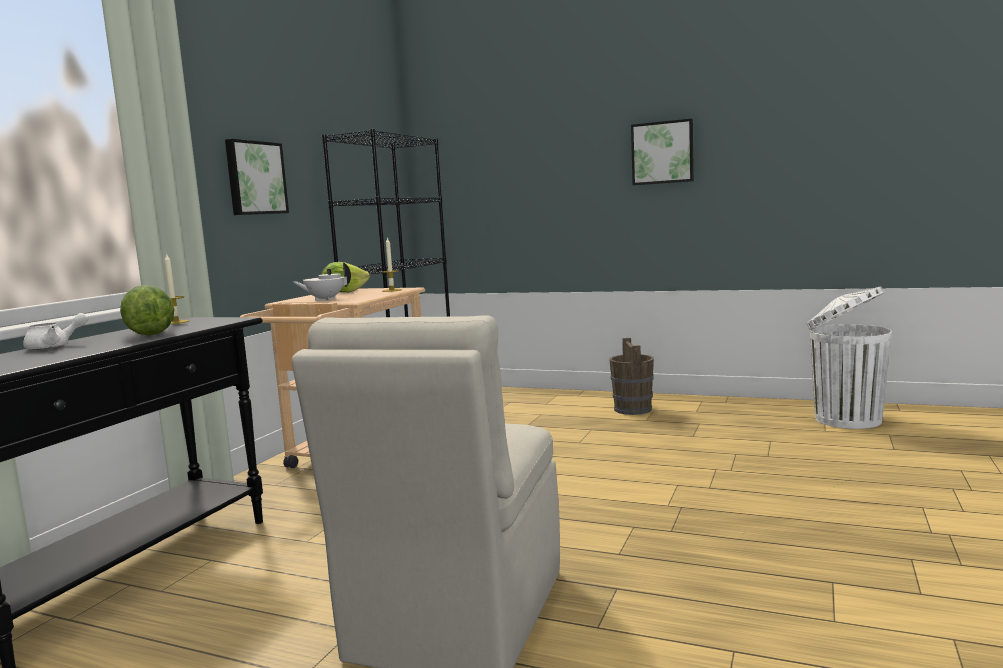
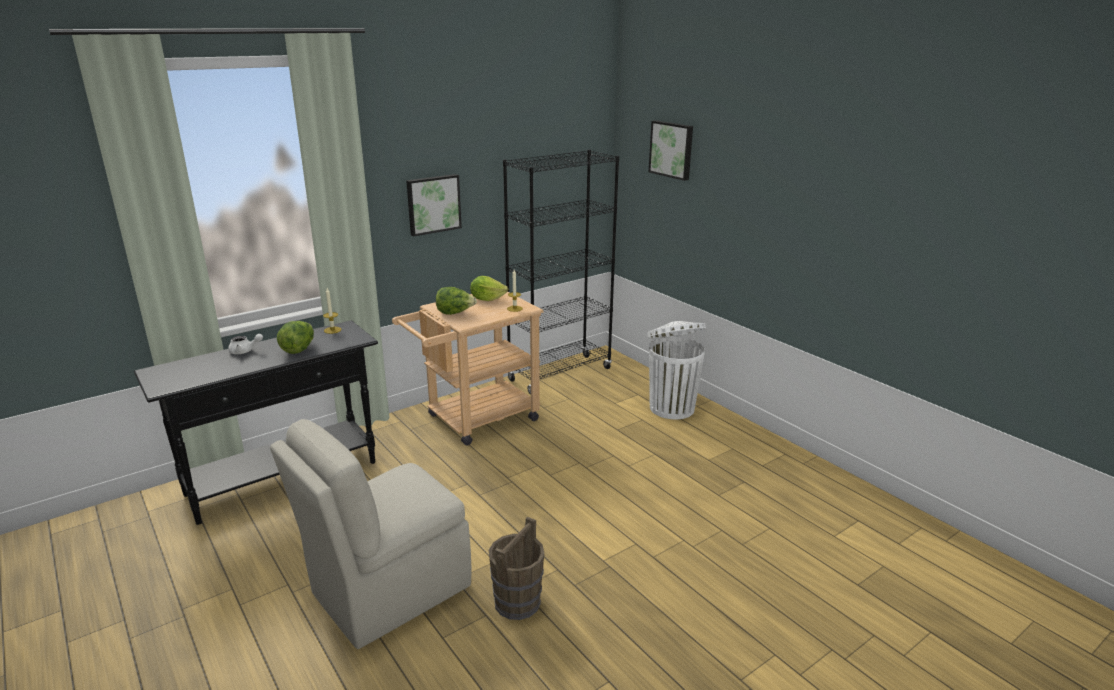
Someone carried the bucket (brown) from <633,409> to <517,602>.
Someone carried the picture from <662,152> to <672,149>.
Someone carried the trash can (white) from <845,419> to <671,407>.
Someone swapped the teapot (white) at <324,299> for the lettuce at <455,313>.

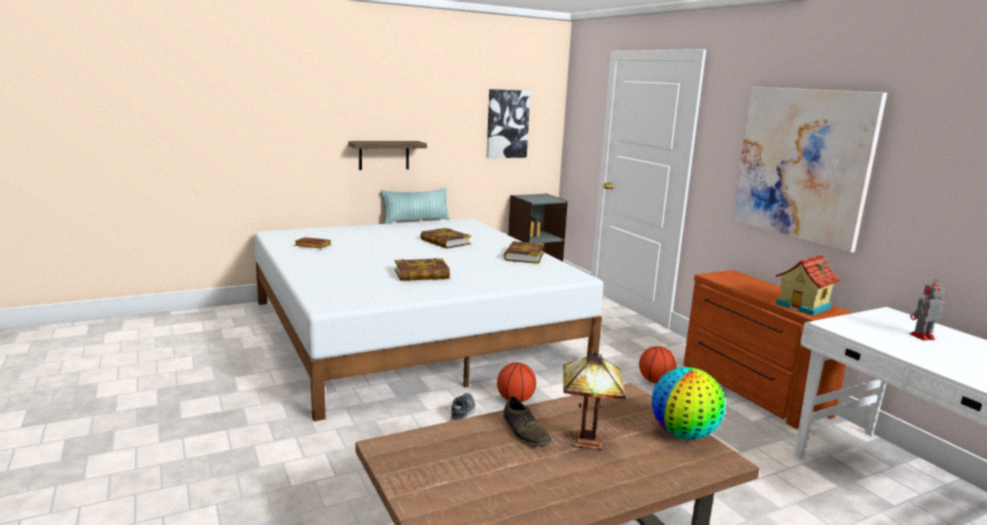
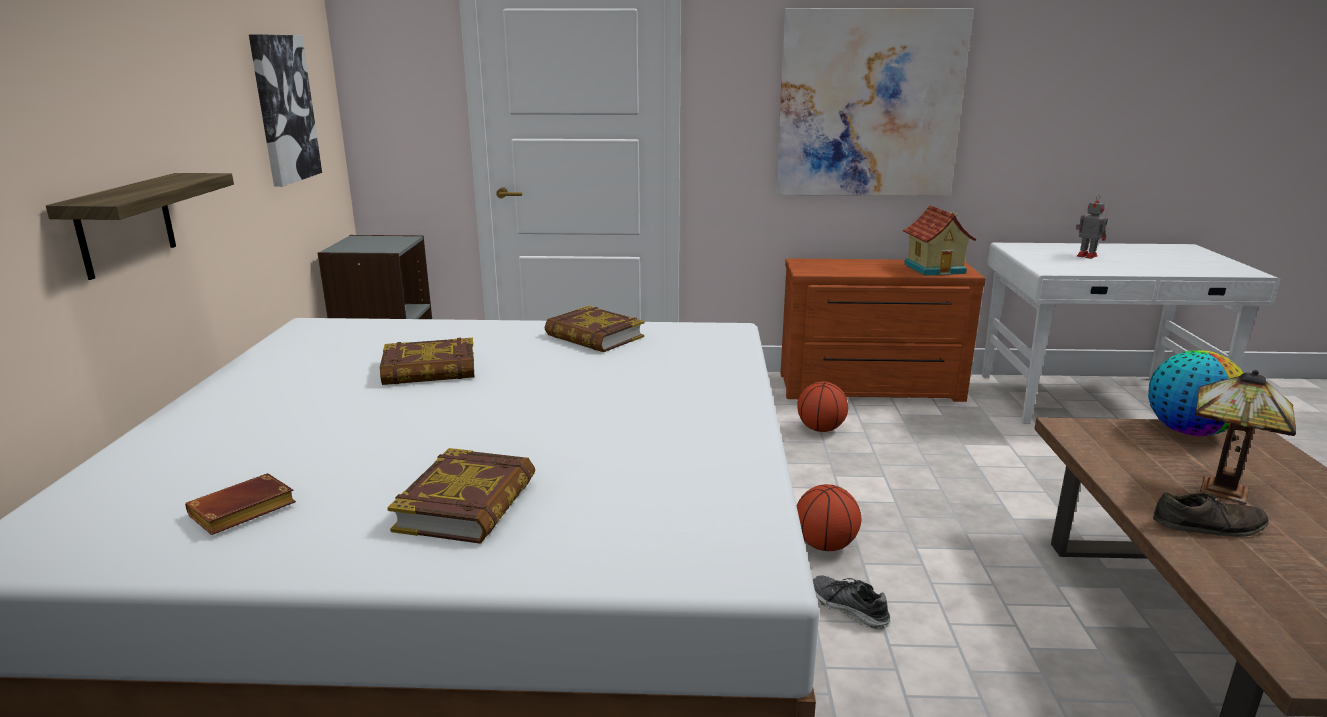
Someone took away the pillow at <416,220>.
Someone carried the book from <421,274> to <467,505>.
Someone rotated the toy robot at <921,336> by 120 degrees clockwise.

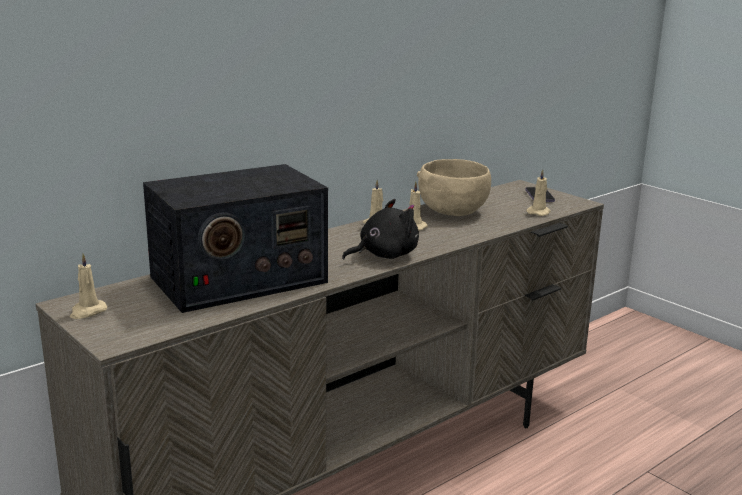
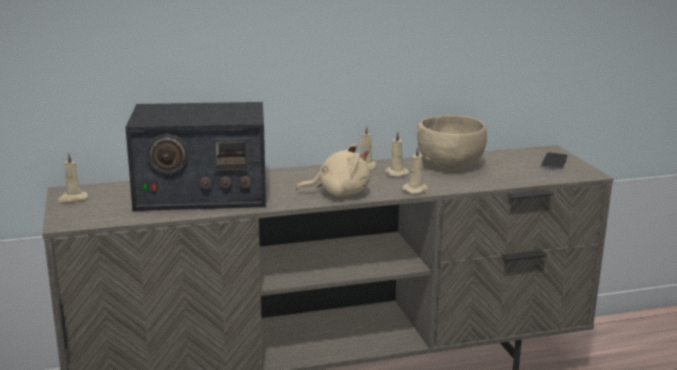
Someone carried the candle (beige) from <538,212> to <416,190>.
Someone repainted the plush toy (black) at <384,255>, which became the plush toy (beige) at <339,193>.

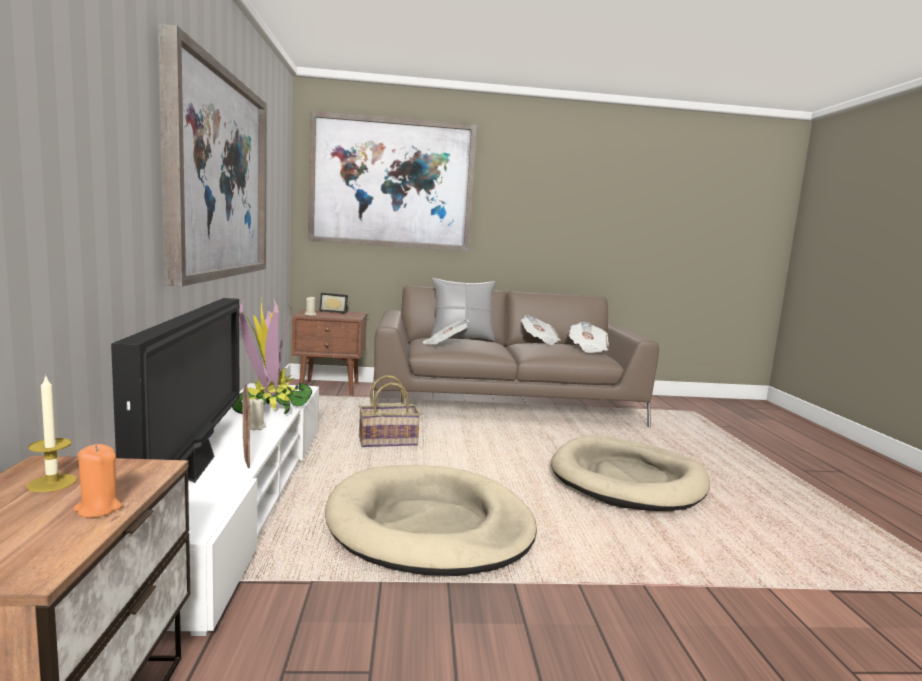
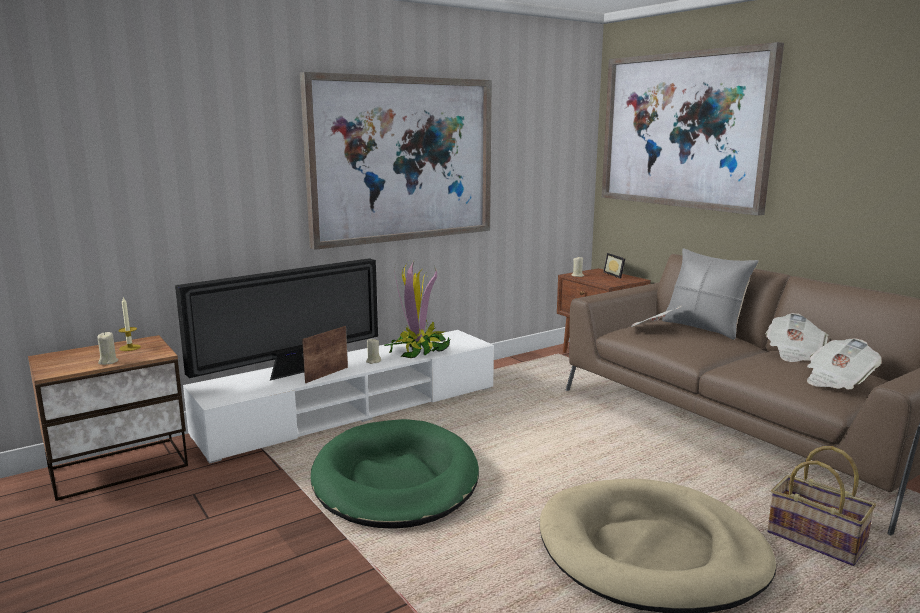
Someone carried the basket from <388,441> to <817,539>.
Someone repainted the candle (orange) at <98,509>, which became the candle (beige) at <108,362>.
Someone repainted the dog bed (beige) at <429,526>, which became the dog bed (green) at <396,480>.

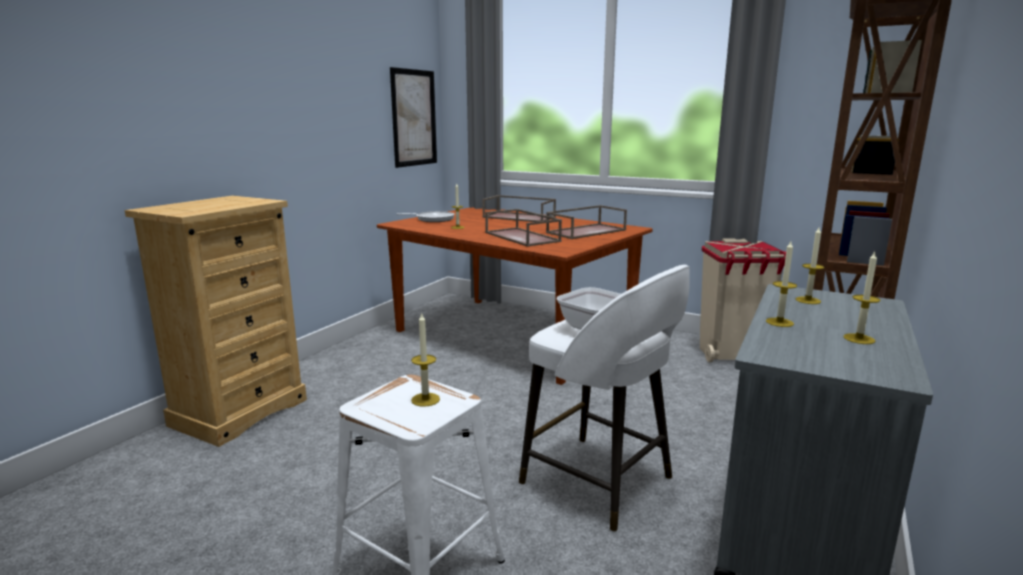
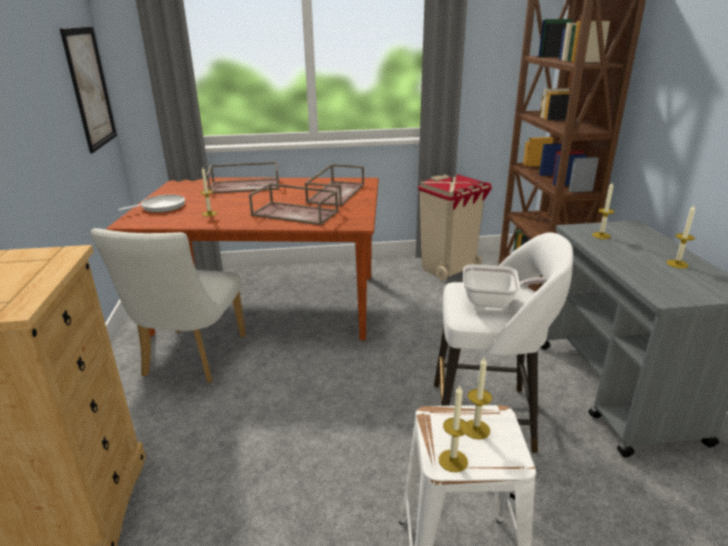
Someone put down the chair (white) at <191,360>.
Someone carried the candle from <779,322> to <453,460>.

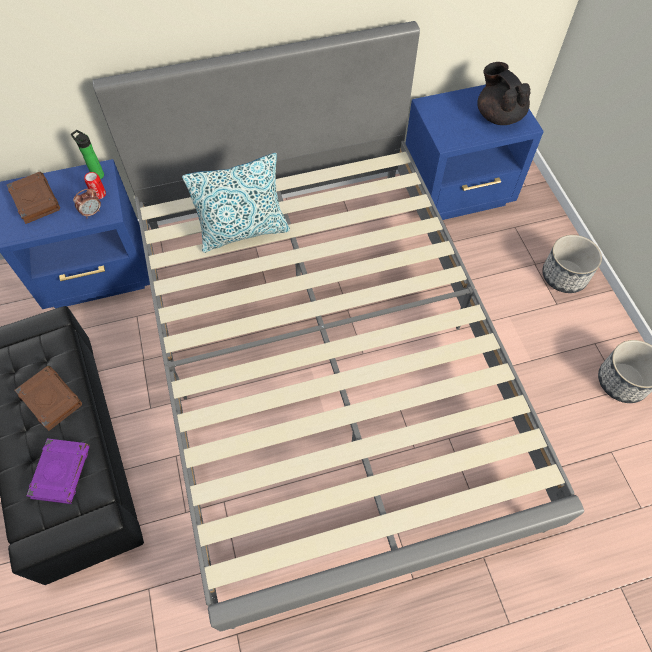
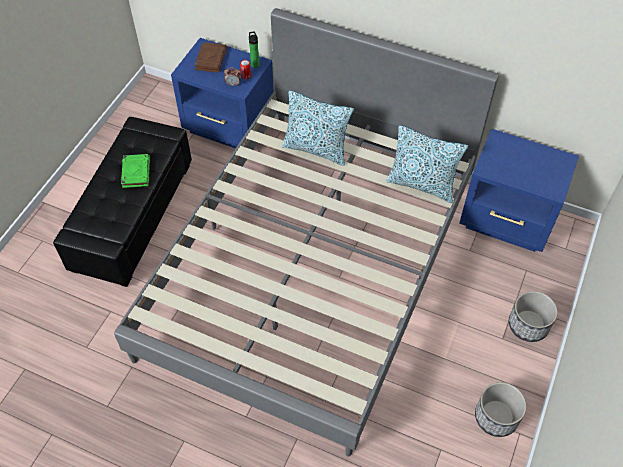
Someone took away the book (purple) at <61,471>.
Someone took away the teapot (black) at <498,115>.
Someone put down the pillow at <421,185>.
Someone repainted the book (brown) at <50,399>, which became the book (green) at <136,172>.

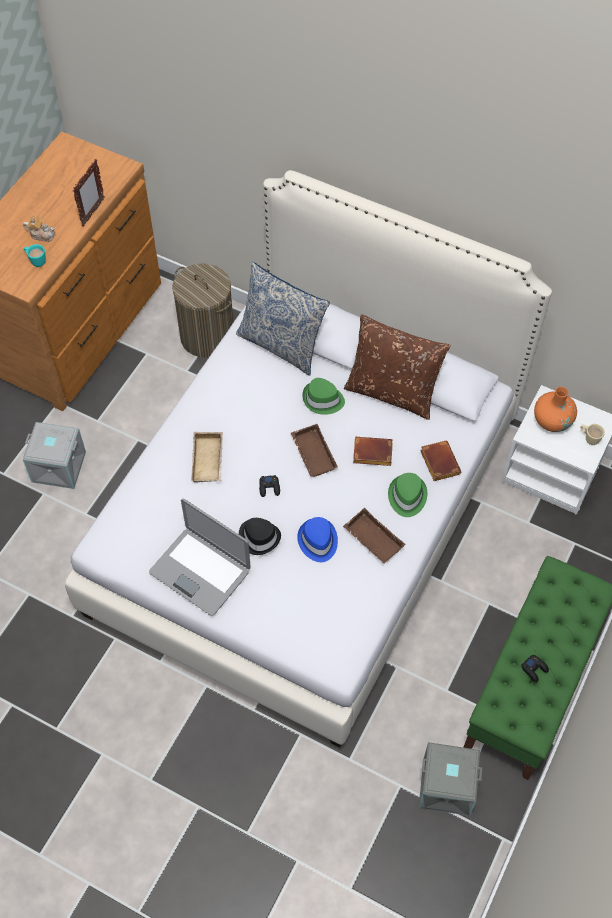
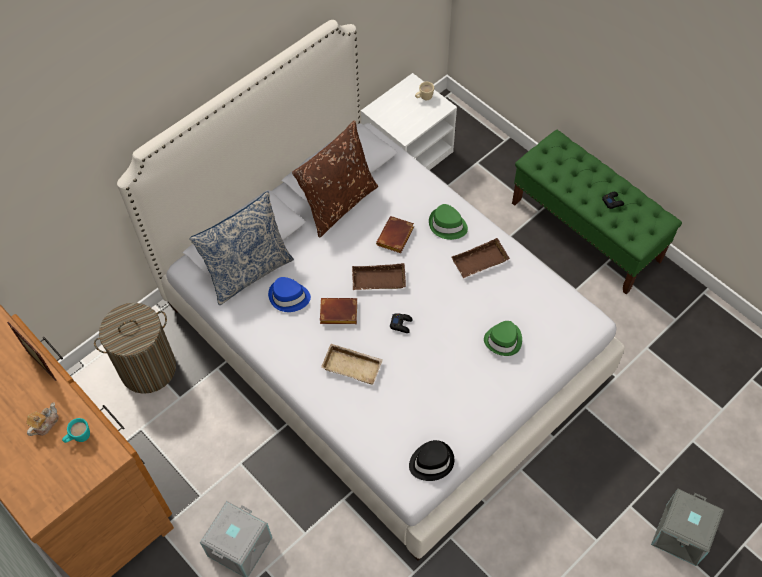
Someone took away the laptop at <200,571>.
Someone took away the vase (orange) at <552,421>.
Someone carried the hat (black) from <259,537> to <431,461>.
Someone carried the hat (blue) from <317,541> to <289,297>.
Someone carried the hat (green) from <323,400> to <504,340>.
Someone carried the storage box (grey) from <445,787> to <682,535>.
Someone carried the book (brown) from <438,462> to <337,314>.

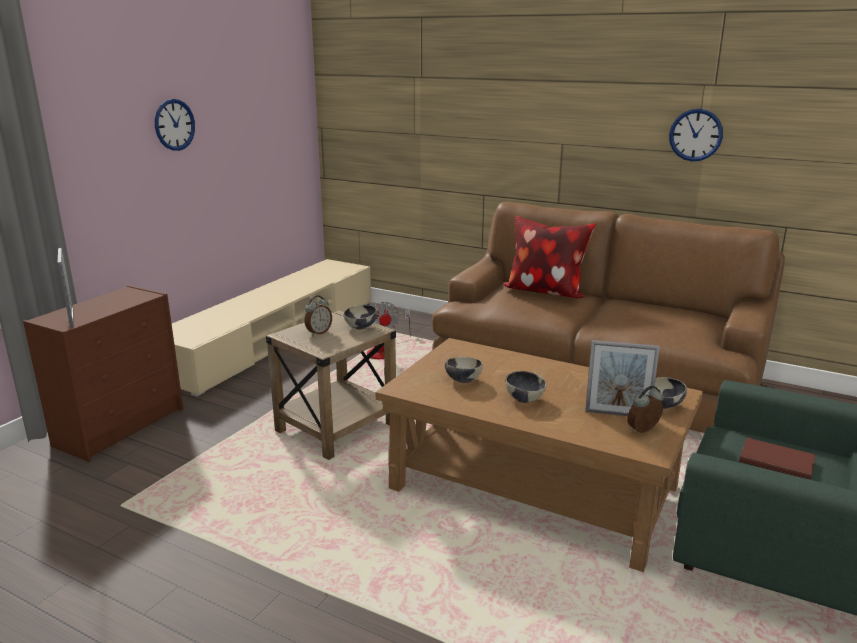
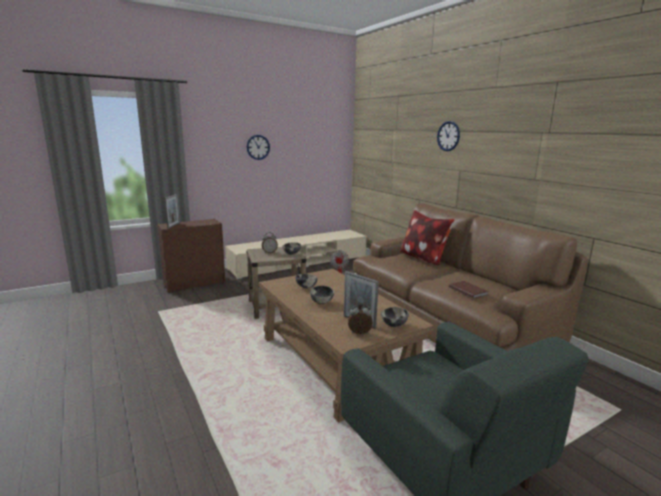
Someone carried the wall clock from <695,135> to <448,136>.
Someone carried the book (brown) from <775,460> to <468,290>.

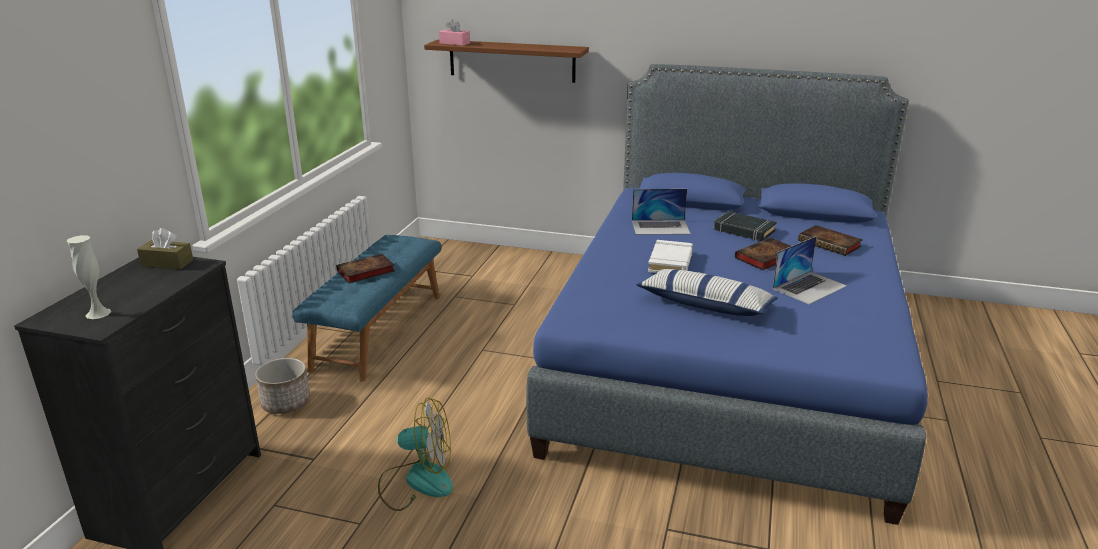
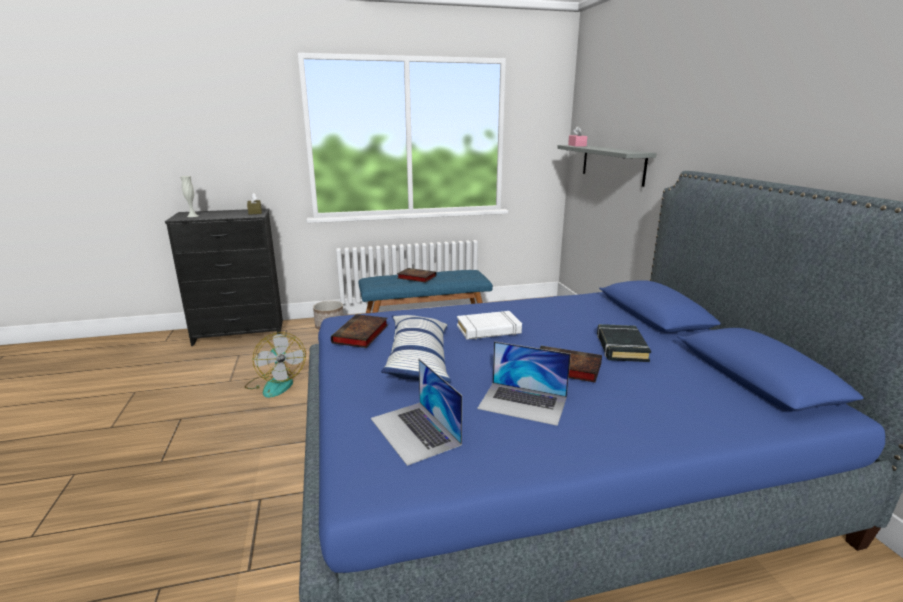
Someone carried the laptop from <660,227> to <415,431>.
Someone carried the book from <831,244> to <360,335>.
Someone repainted the shelf (brown) at <511,61>, which became the shelf (grey) at <612,164>.

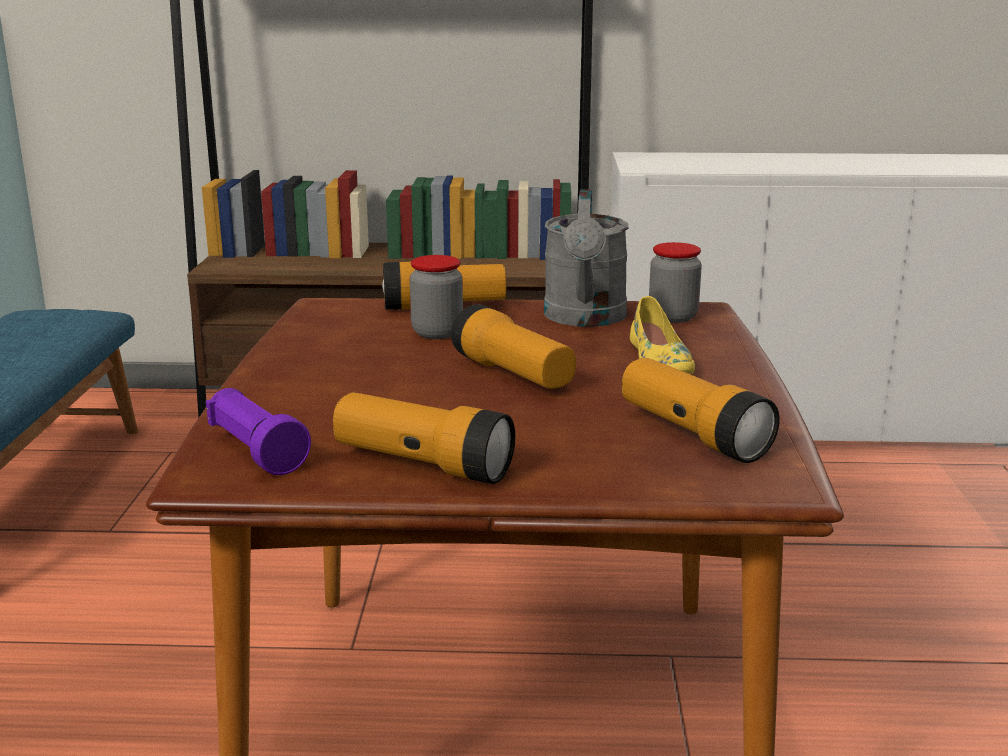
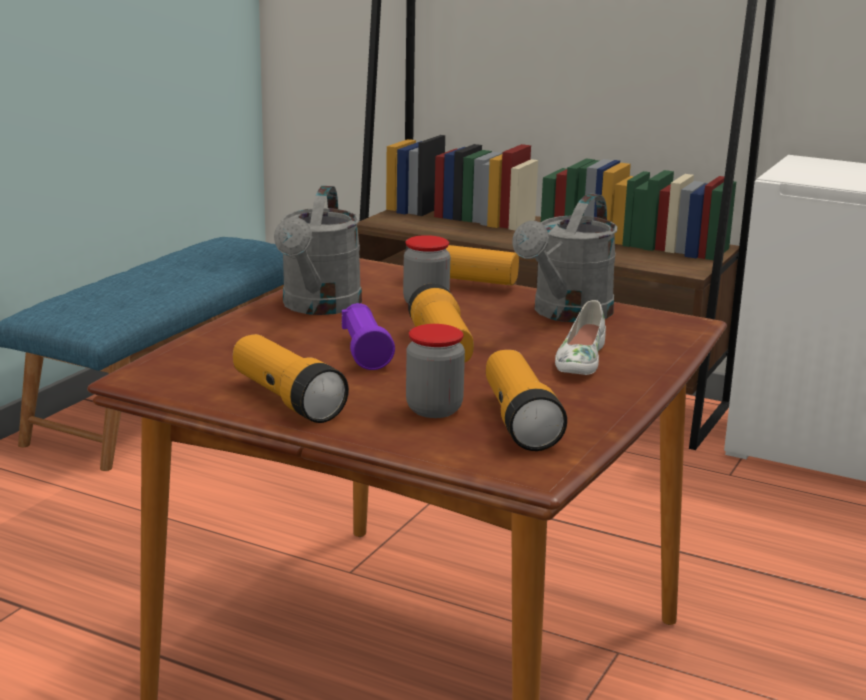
Someone put down the watering can (grey) at <318,307>.
Someone carried the flashlight (purple) from <256,451> to <365,352>.
Someone carried the jar from <672,317> to <434,409>.
Someone repainted the shoe (yellow) at <658,360>, which became the shoe (white) at <580,359>.

